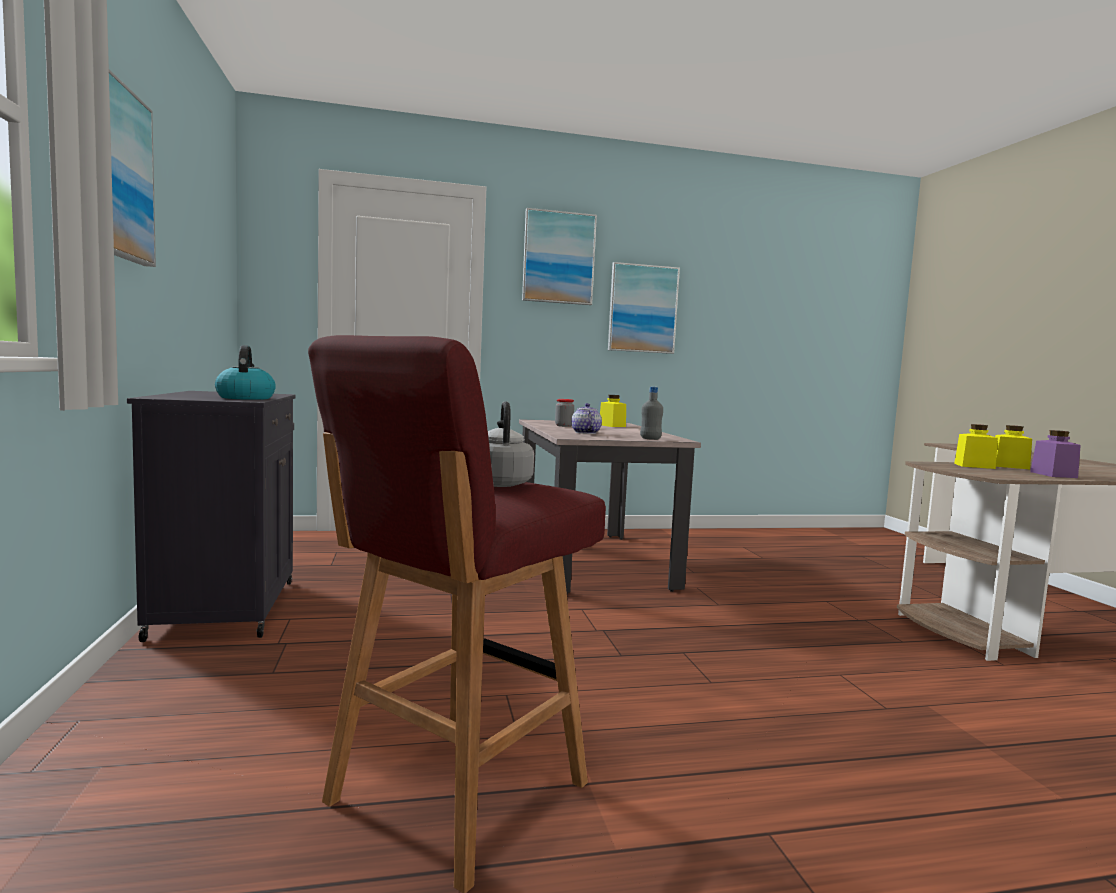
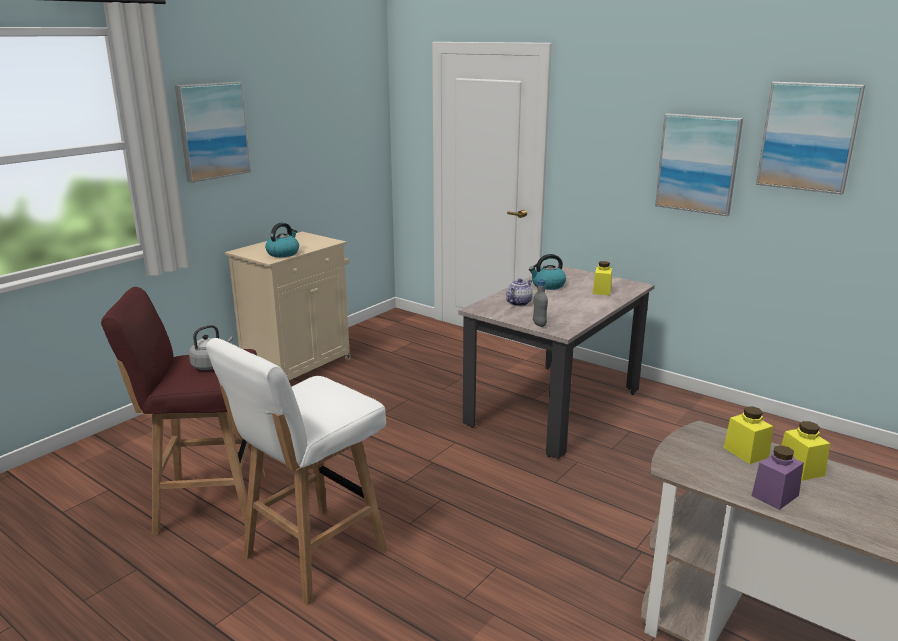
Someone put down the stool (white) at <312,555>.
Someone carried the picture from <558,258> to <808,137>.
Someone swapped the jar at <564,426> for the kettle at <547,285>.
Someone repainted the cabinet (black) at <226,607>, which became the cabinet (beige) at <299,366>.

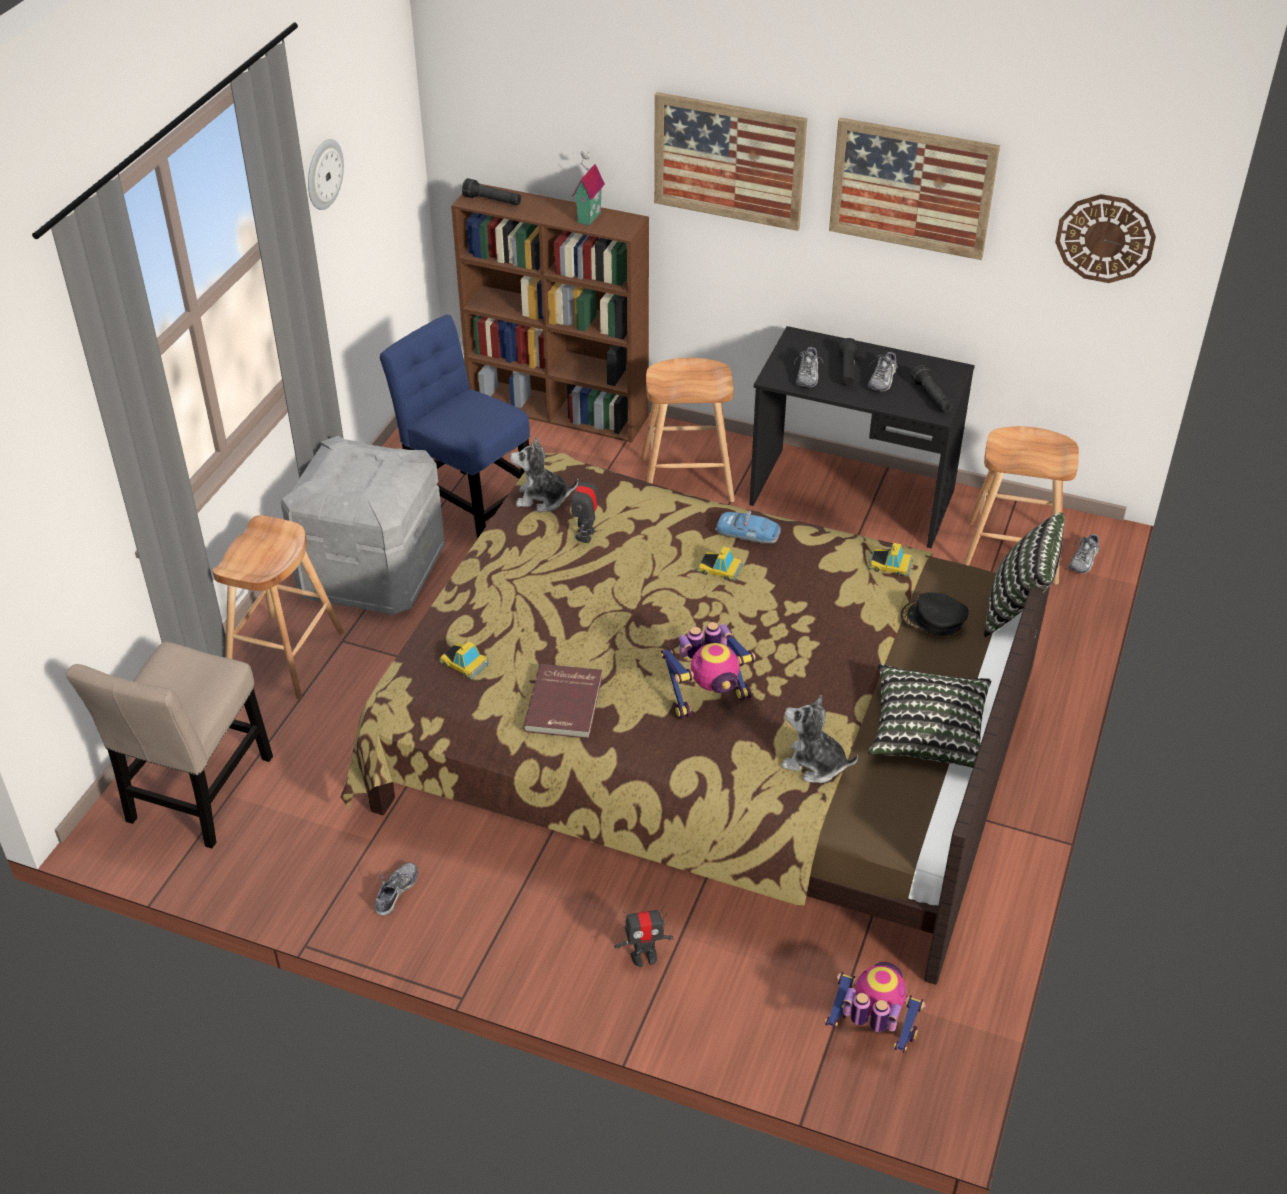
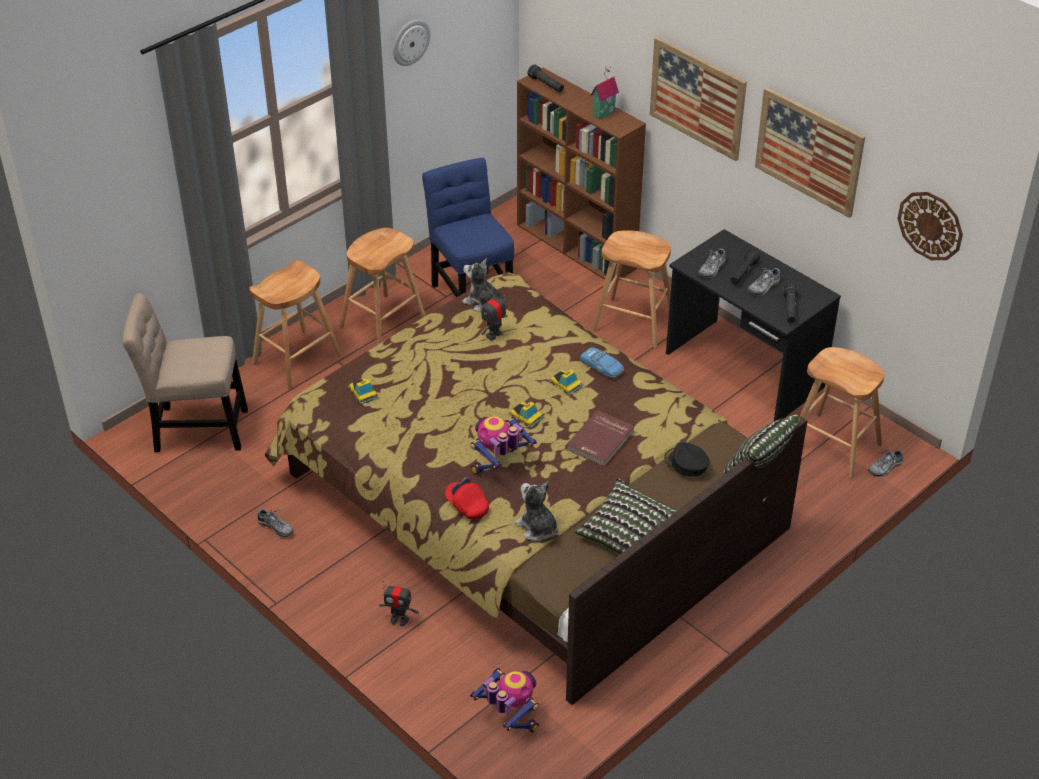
Someone put down the cap (red) at <467,506>.
Someone carried the book (red) from <565,704> to <601,440>.
Someone carried the toy car from <890,565> to <526,416>.
Someone swapped the storage box (grey) at <372,573> for the stool (brown) at <382,323>.
Someone rotated the chair (beige) at <197,796> by 45 degrees clockwise.
Someone rotated the shoe at <396,892> by 75 degrees clockwise.
Someone rotated the toy robot at <709,698> by 135 degrees clockwise.

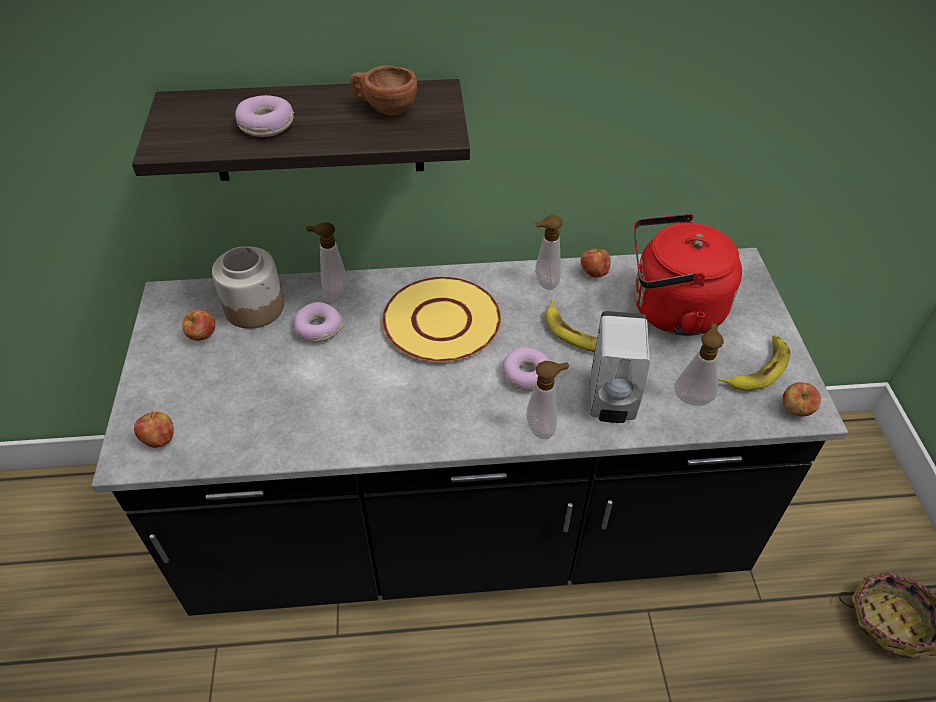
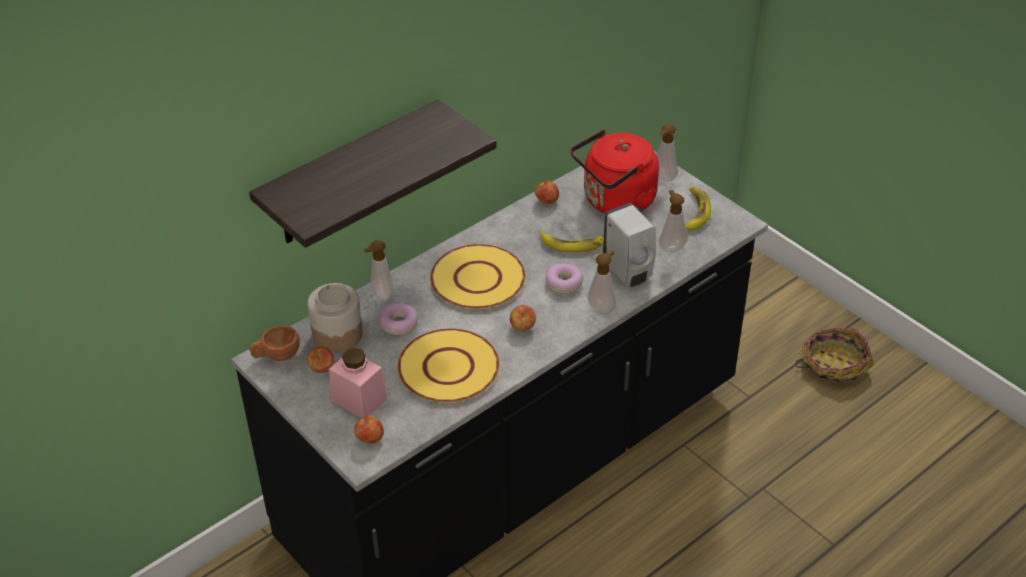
Someone took away the donut at <266,125>.
Someone put down the jar (pink) at <359,399>.
Someone put down the plate (yellow) at <449,367>.
Someone carried the cup (brown) from <384,108> to <276,356>.
Someone carried the soap dispenser from <544,283> to <663,178>.
Someone carried the apple from <795,410> to <522,327>.

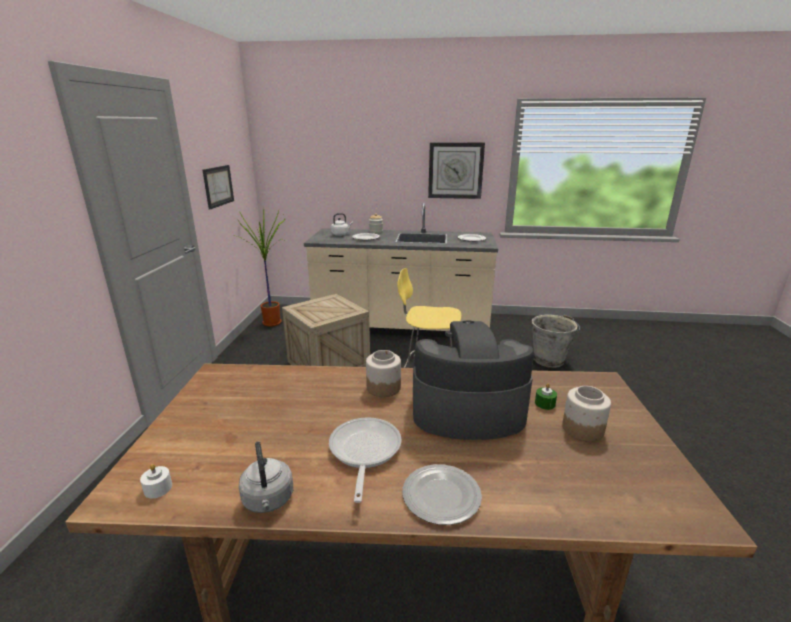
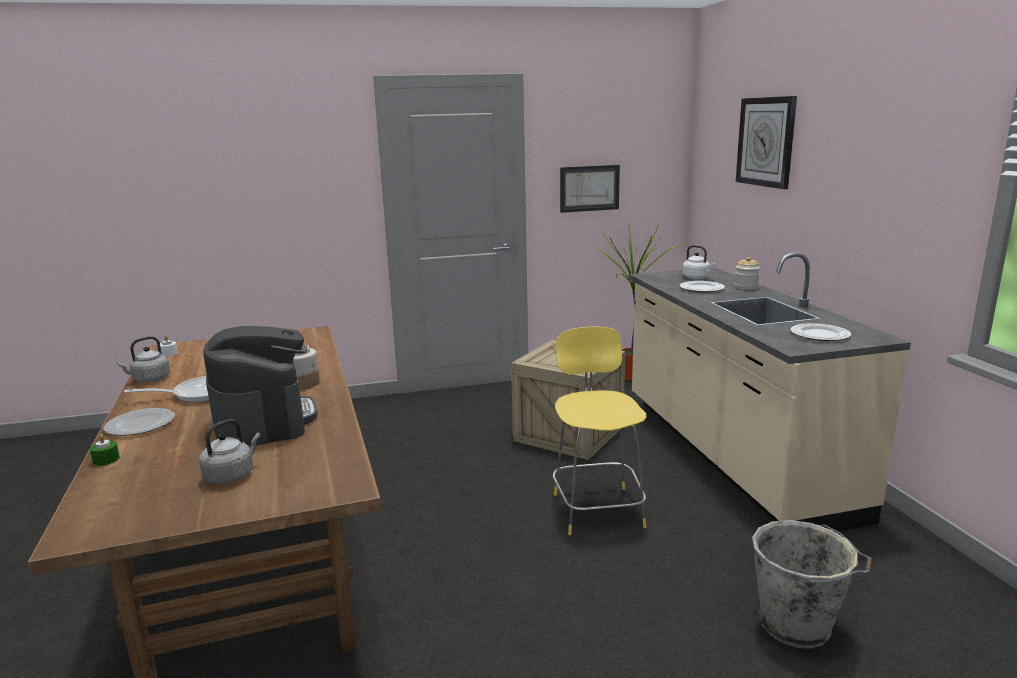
Someone carried the wall clock from <455,170> to <766,142>.
Someone carried the candle (green) from <545,403> to <106,460>.
Someone swapped the jar at <582,429> for the kettle (grey) at <231,475>.

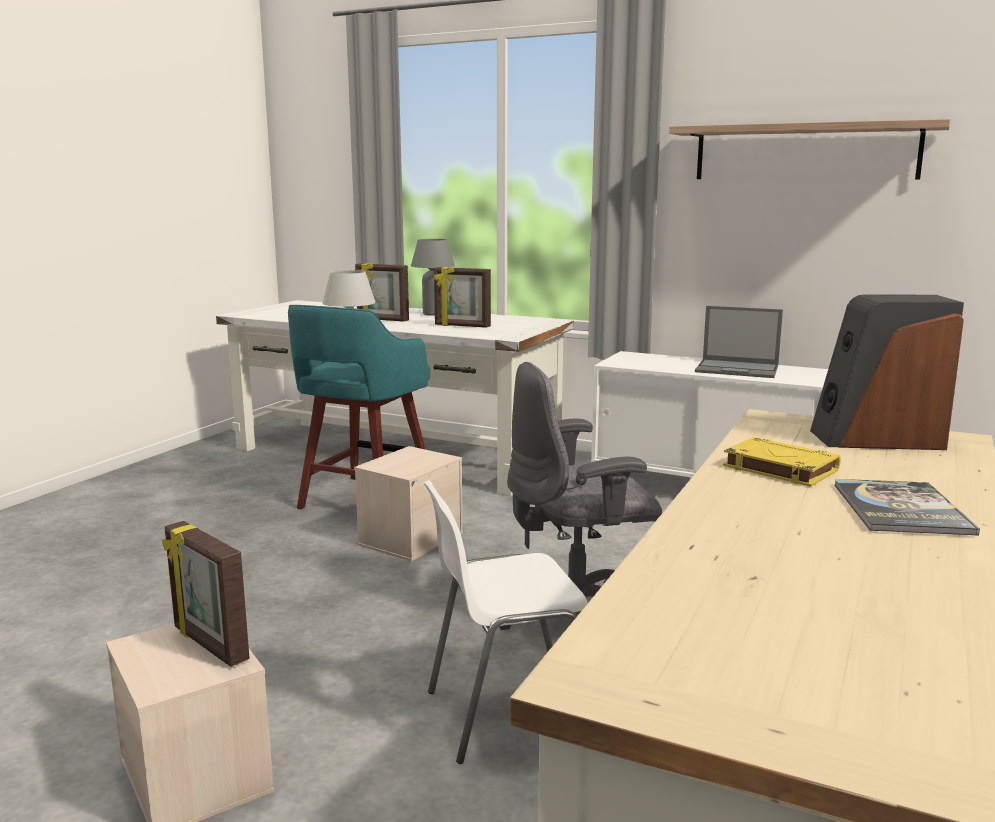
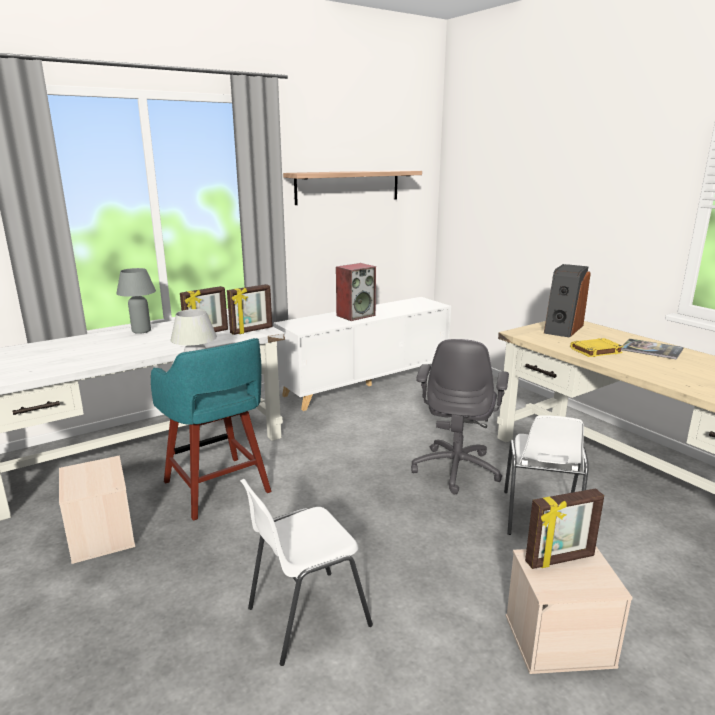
Someone put down the chair (white) at <305,617>.
Someone carried the storage box (beige) from <411,538> to <100,534>.
Someone carried the picture frame from <382,320> to <252,331>.
Someone swapped the laptop at <738,369> for the speaker at <356,315>.

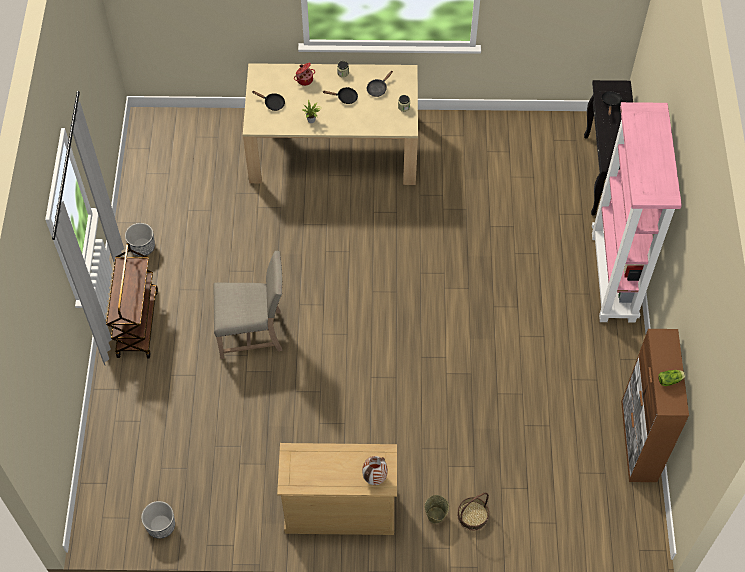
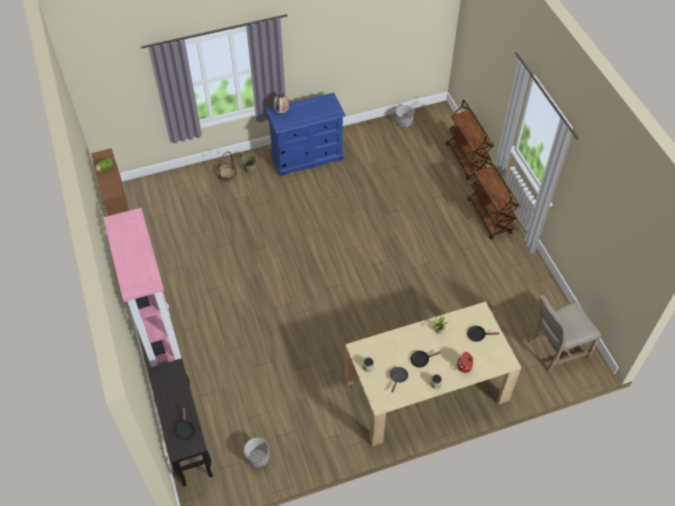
Someone put down the cart (brown) at <467,160>.
Someone carried the planter from <142,247> to <258,457>.
Someone carried the chair (beige) from <253,332> to <556,349>.
Someone repainted the dresser (beige) at <339,509>, which became the dresser (blue) at <307,157>.

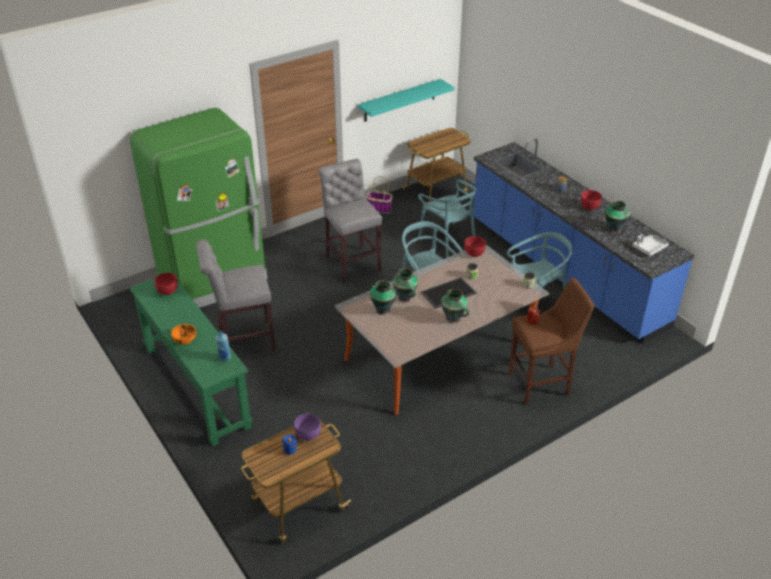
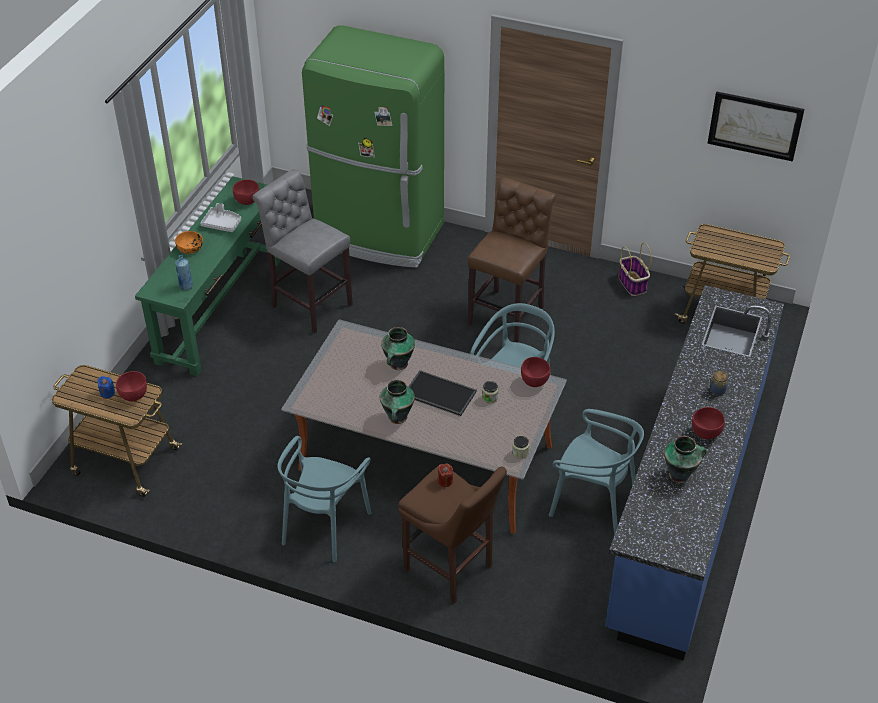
Someone took away the shelf (turquoise) at <400,100>.
Someone took away the vase at <382,309>.
Someone put up the picture at <755,125>.
Someone carried the chair (turquoise) from <448,240> to <324,526>.
Someone carried the tray (grey) from <649,248> to <222,224>.
Someone repainted the bowl (purple) at <308,435>, which became the bowl (red) at <133,396>.
Someone repainted the stool (grey) at <351,262>, which became the stool (brown) at <508,313>.

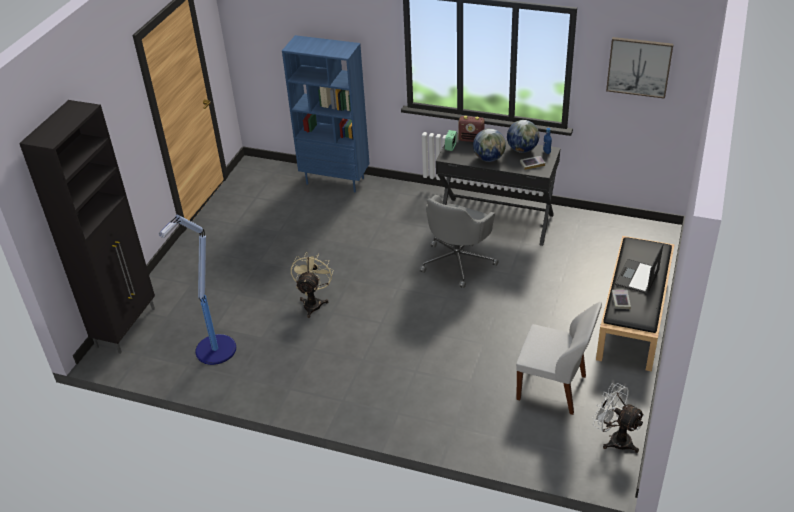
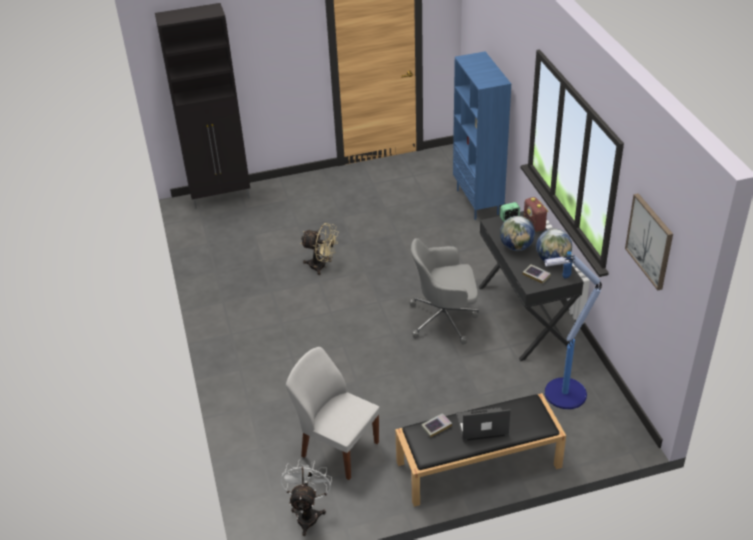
Someone carried the floor lamp from <215,351> to <563,394>.
Someone rotated the fan (beige) at <313,302> by 45 degrees clockwise.
Someone rotated the chair (white) at <553,388> by 135 degrees clockwise.

